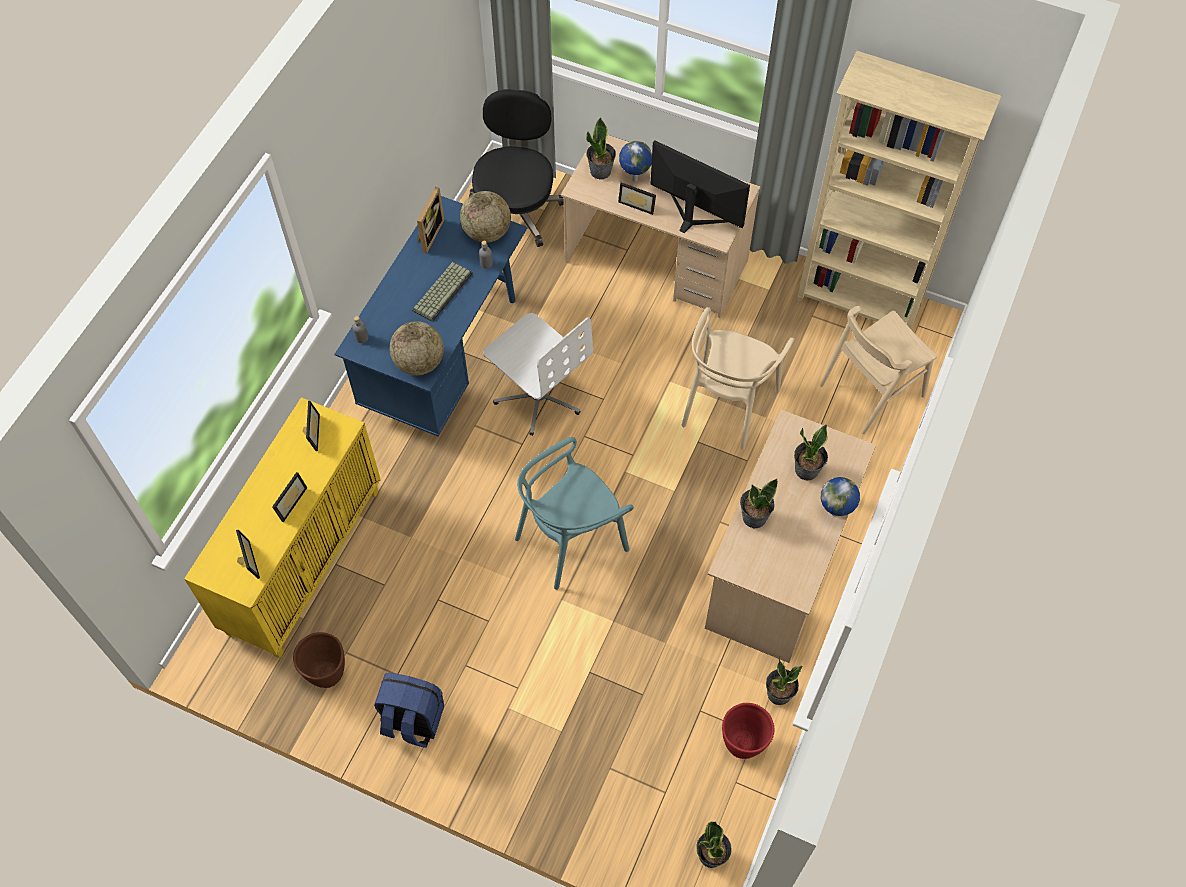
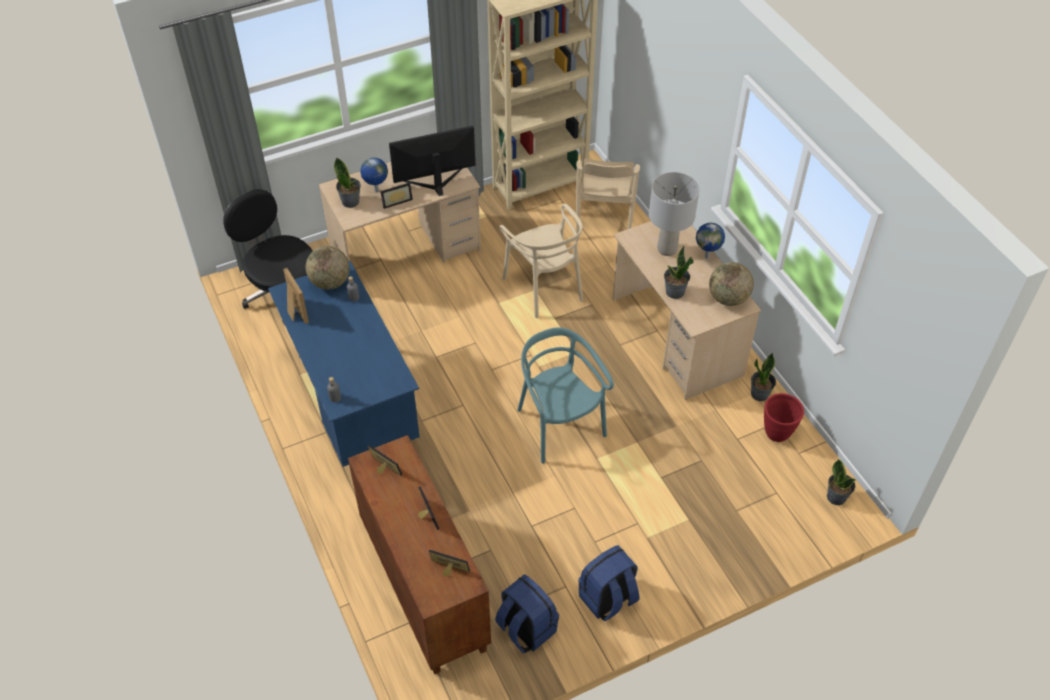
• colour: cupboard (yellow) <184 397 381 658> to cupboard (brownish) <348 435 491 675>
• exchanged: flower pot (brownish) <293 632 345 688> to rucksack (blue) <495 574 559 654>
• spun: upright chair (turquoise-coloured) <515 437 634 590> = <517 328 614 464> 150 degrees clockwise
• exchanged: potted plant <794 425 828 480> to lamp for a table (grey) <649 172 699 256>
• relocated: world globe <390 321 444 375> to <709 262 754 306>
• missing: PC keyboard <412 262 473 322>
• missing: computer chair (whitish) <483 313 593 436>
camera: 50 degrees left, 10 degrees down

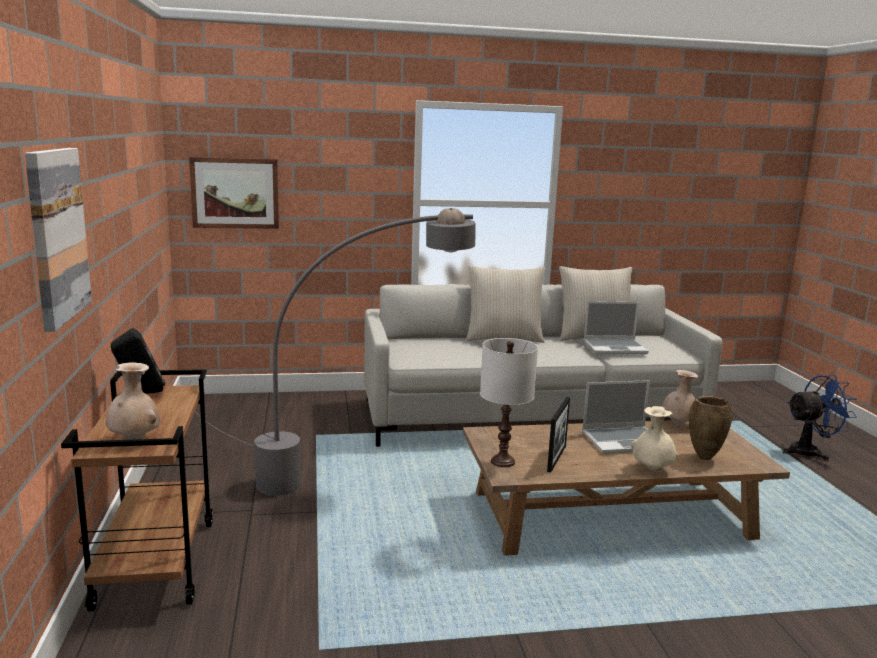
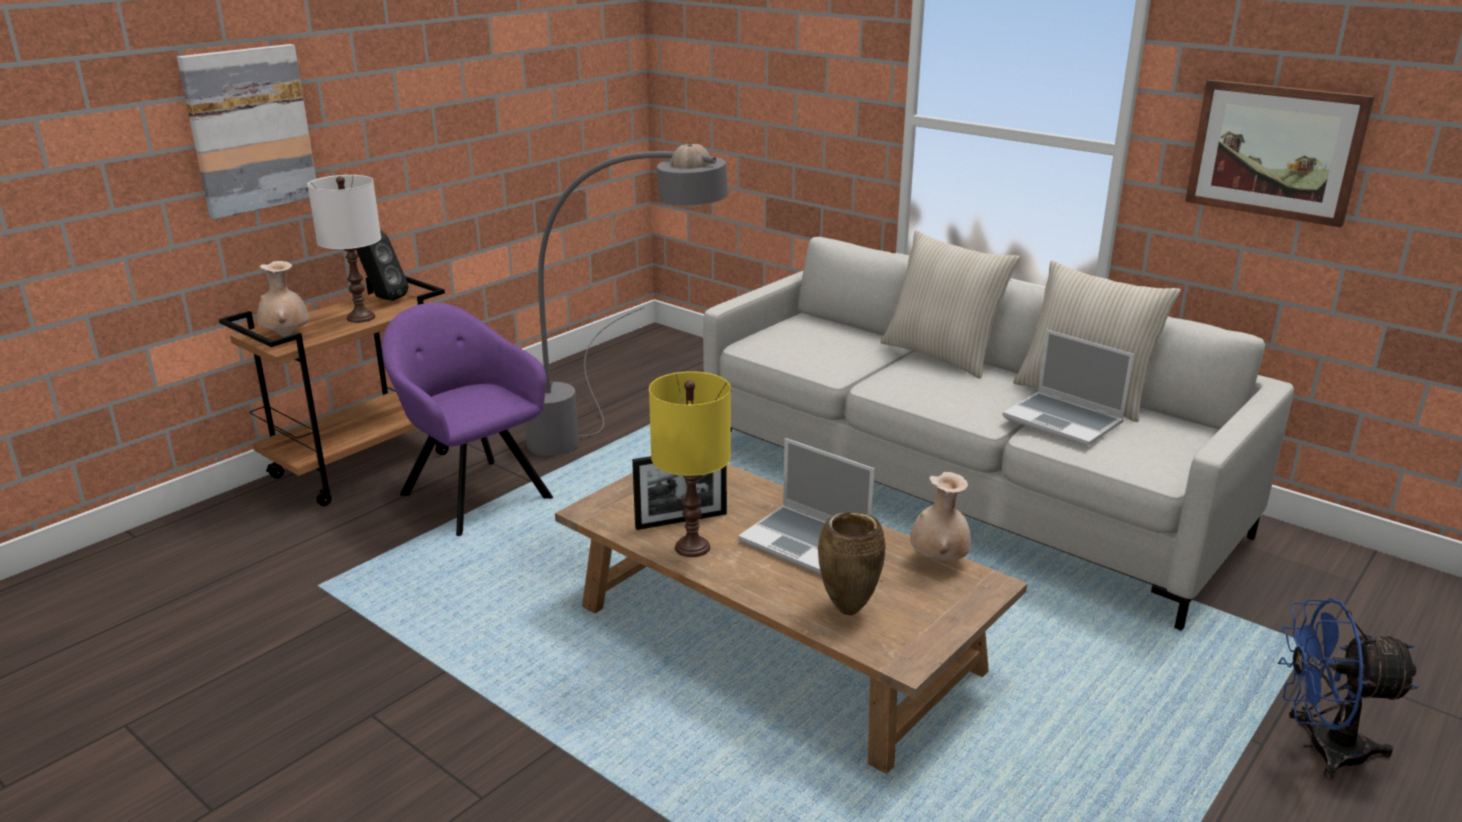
• relocated: lamp for a table (whitish) <480 338 538 467> to <307 175 381 323>
• appeared: easy chair (purple-coloured) <382 303 553 536>
• appeared: lamp for a table (yellow) <649 371 731 557>
• relocated: picture <189 157 279 229> to <1185 79 1374 227>
• spun: fan (blue) <783 375 857 461> = <1277 598 1419 779> 150 degrees clockwise
• missing: vase (beige) <631 406 678 470>
camera: 50 degrees right, 10 degrees up

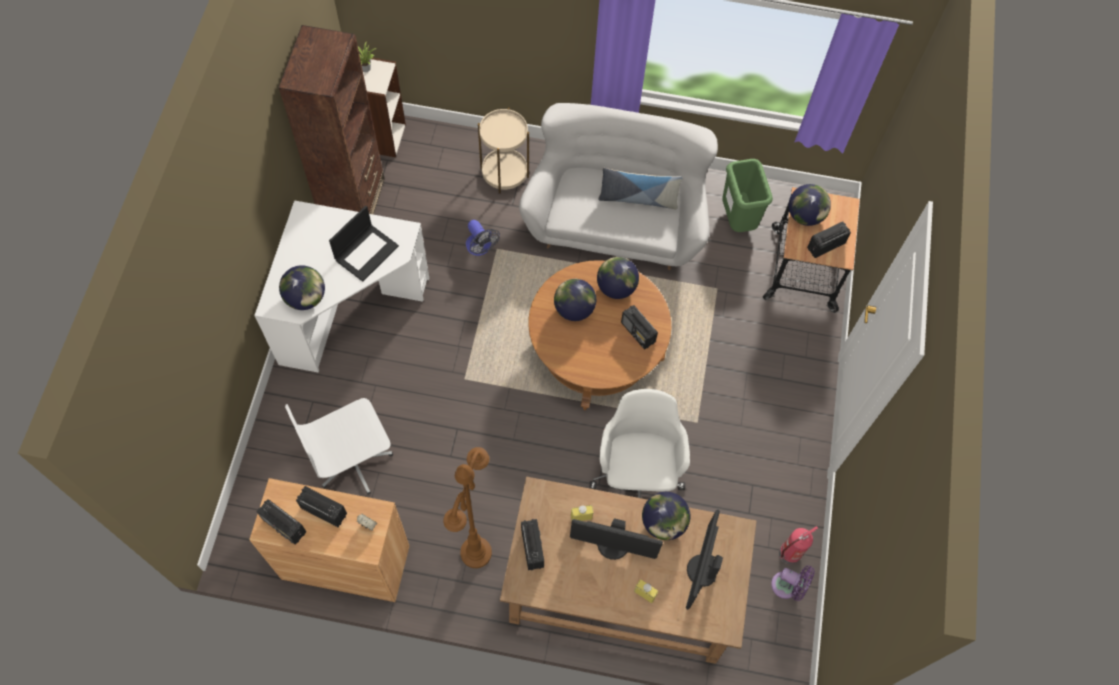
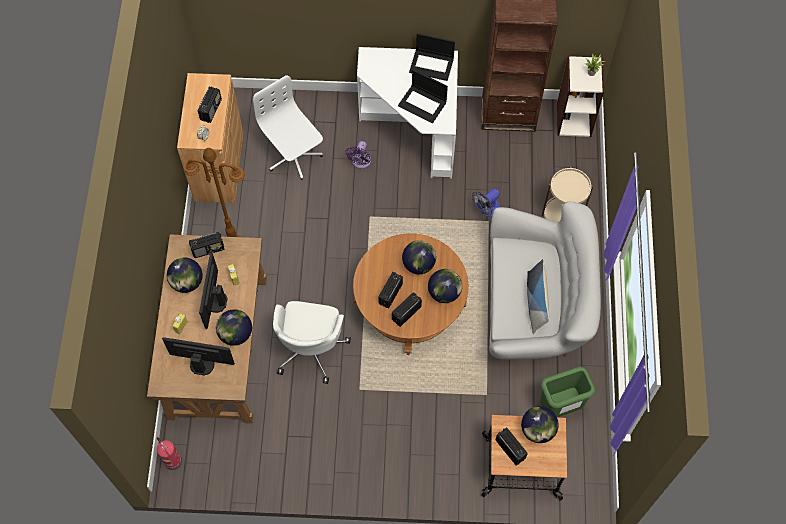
• relocated: fire extinguisher <779 526 818 565> to <157 437 182 470>
• relocated: world globe <279 265 325 310> to <167 258 202 293>
• spun: computer chair (whitish) <589 389 690 498> = <273 301 351 384> 105 degrees clockwise
• relocated: fan (purple-coloured) <771 565 815 601> to <345 141 371 169>
• relocated: radio <256 499 306 545> to <378 272 403 309>
• appeared: portable computer <409 33 455 81>
camera: 85 degrees right, 0 degrees up

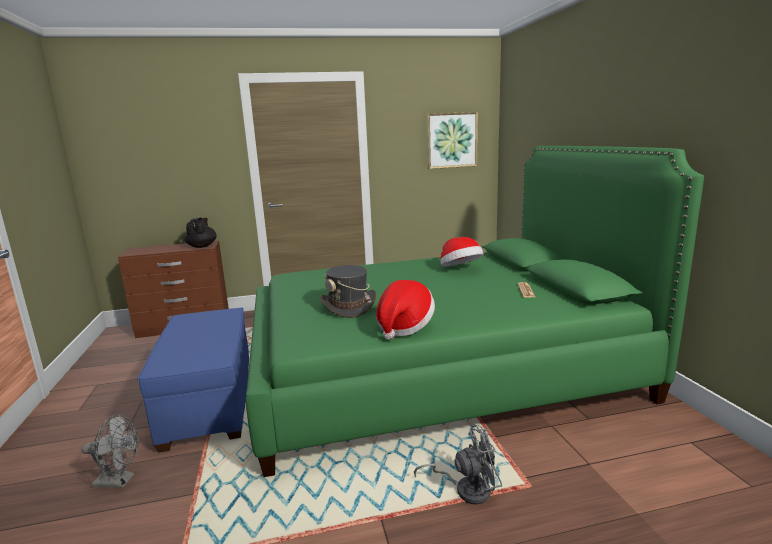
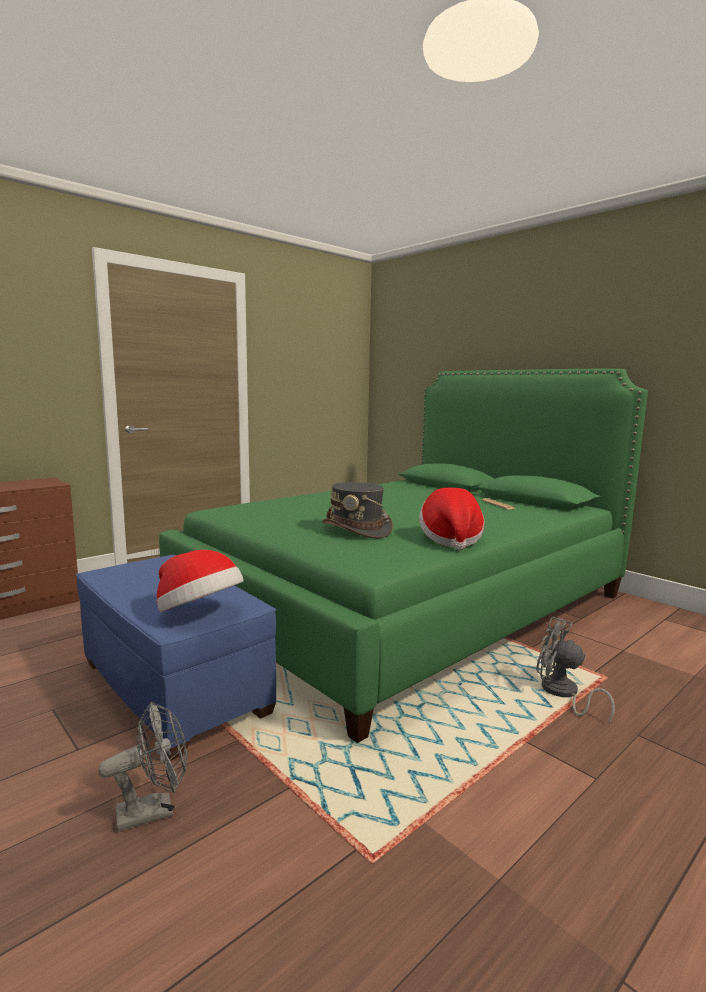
• relocated: wearable hat <440 237 484 267> to <156 550 244 612>
• spun: fan (grey) <414 425 502 504> = <536 617 615 725> 105 degrees counterclockwise
• missing: teapot (blackish) <184 218 217 248>
• missing: picture <427 112 478 169>
camera: 30 degrees left, 5 degrees down

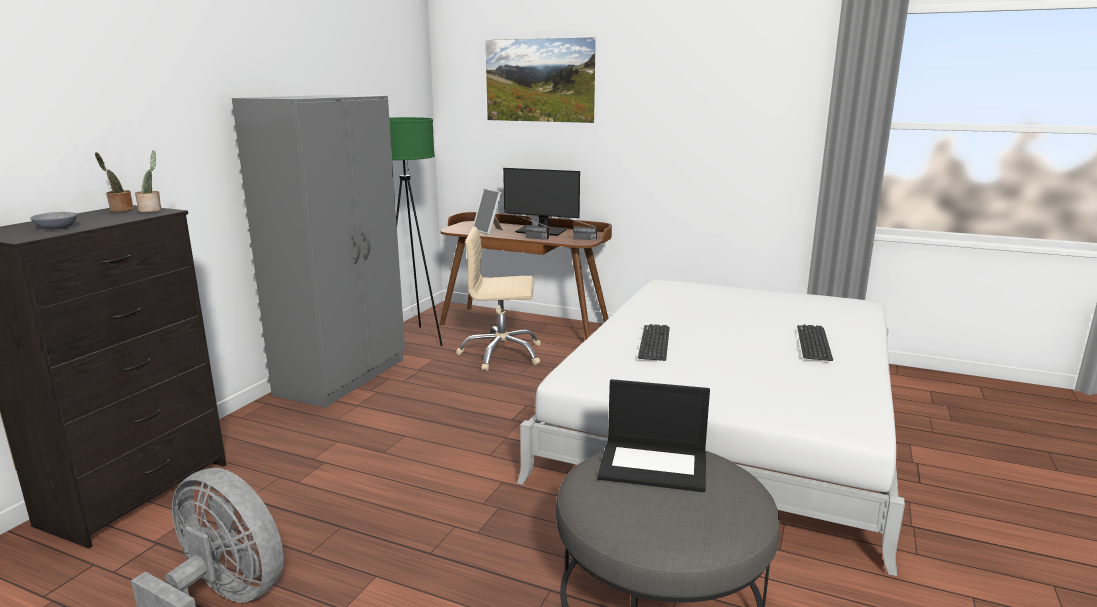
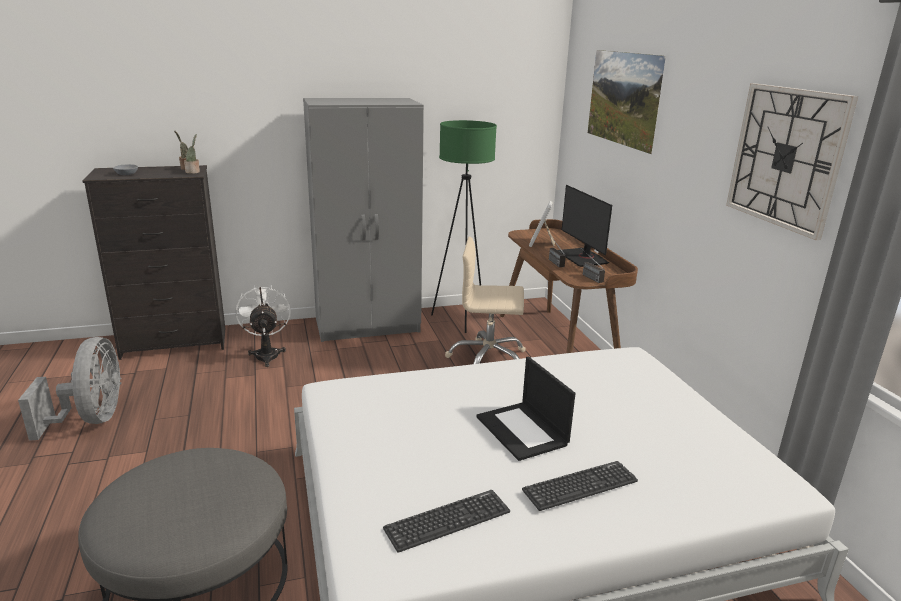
• appeared: fan (whitish) <236 285 291 367>
• relocated: PC keyboard <638 324 670 361> to <383 490 510 553>
• spun: computer chair (beige) <456 227 541 371> = <445 237 526 364> 45 degrees counterclockwise
• relocated: portable computer <597 379 710 492> to <476 356 576 461>
• appeared: wall clock <726 83 858 240>
camera: 50 degrees right, 5 degrees up

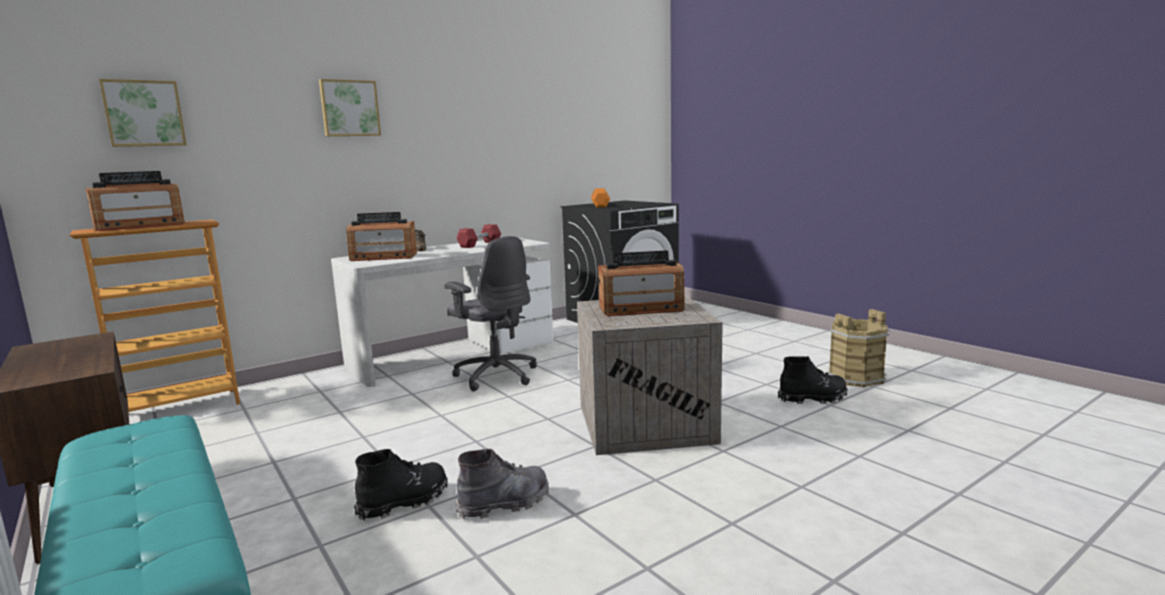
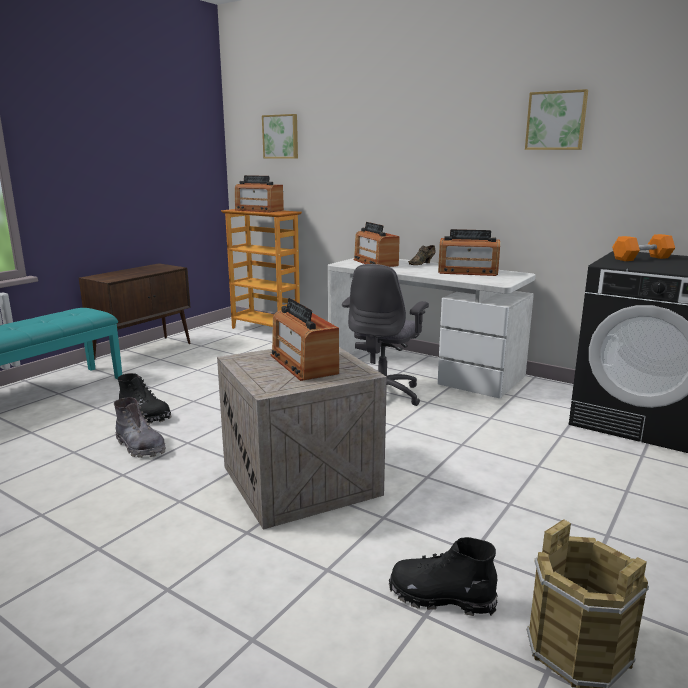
• spun: boot (blackish) <778 356 848 404> = <389 537 498 616> 135 degrees clockwise
• exchanged: dumbbell (reddish) <457 224 501 248> to radio <438 229 500 276>
• relocated: picture <319 79 381 136> to <525 89 588 150>
camera: 70 degrees right, 5 degrees up

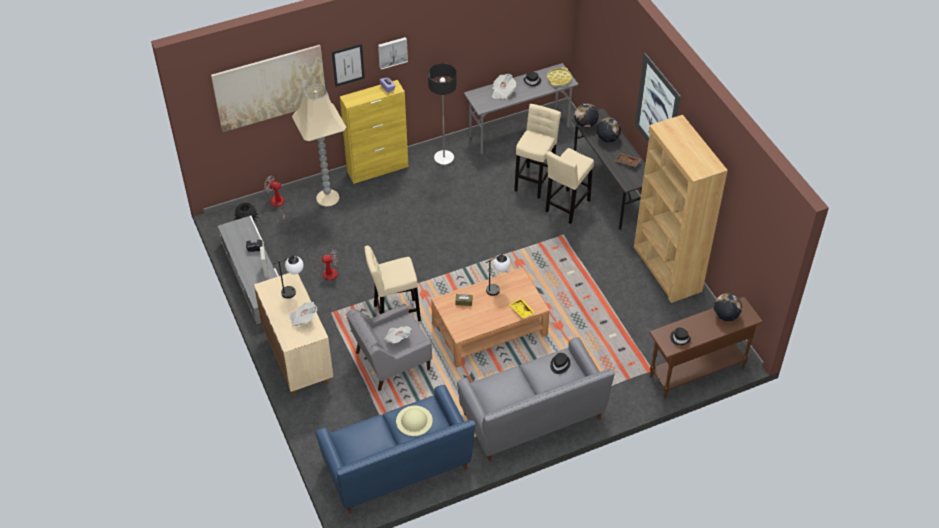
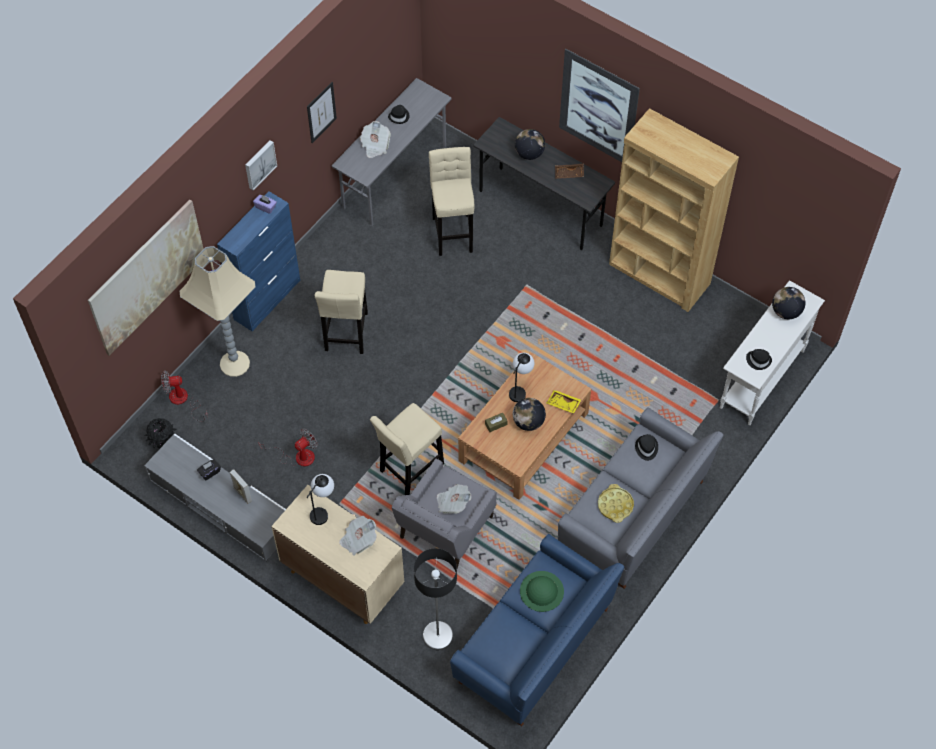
• colour: cupboard (yellow) <340 80 408 184> to cupboard (blue) <217 191 300 331>
• relocated: picture <332 44 365 87> to <307 82 337 143>
• relocated: stool (beige) <545 148 594 224> to <315 270 368 354>
• relocated: standing lamp <428 63 457 166> to <414 548 457 650>
• relocated: world globe <574 104 599 128> to <513 398 546 431>
• colour: wearable hat (beige) <396 406 433 436> to wearable hat (greenish) <520 571 564 612>
• relocated: carrying tray (yellow) <547 67 572 86> to <598 484 634 523>
• colour: narrow table (brownish) <649 297 763 398> to narrow table (whitish) <720 280 825 425>
camera: 30 degrees left, 10 degrees up

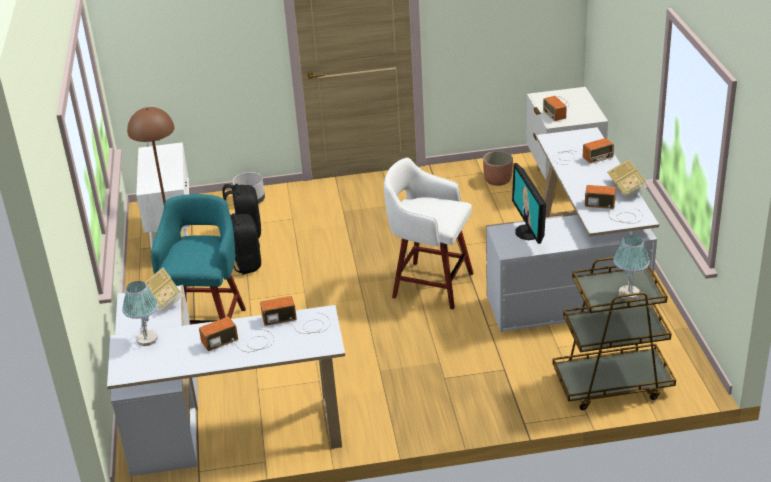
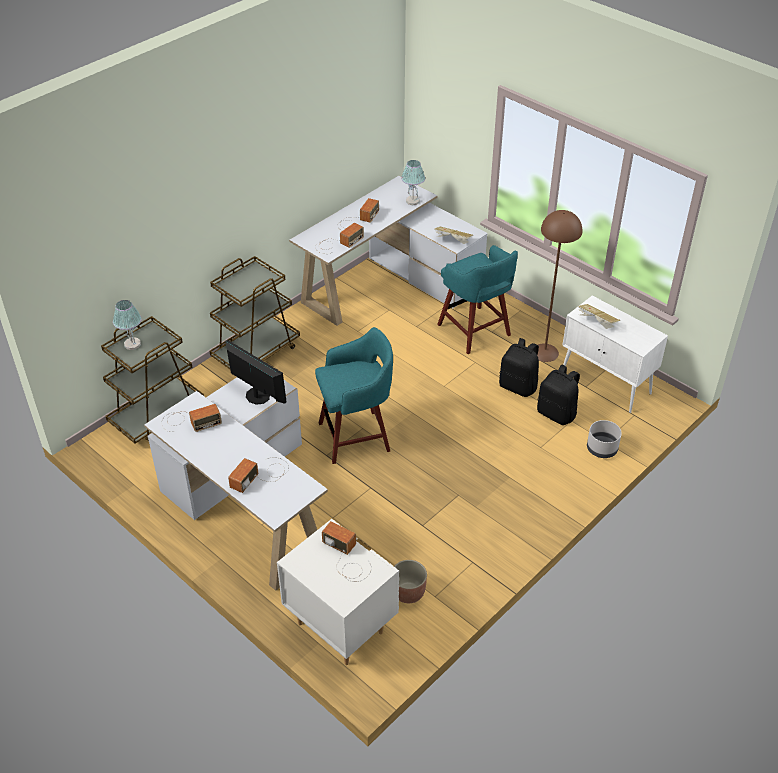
• appeared: wheeled cart (brownish) <209 256 300 369>
• colour: stool (whitish) <384 158 473 309> to stool (turquoise-coloured) <315 327 393 464>
• relocated: book <607 159 647 199> to <578 304 621 329>
camera: 140 degrees right, 10 degrees up

